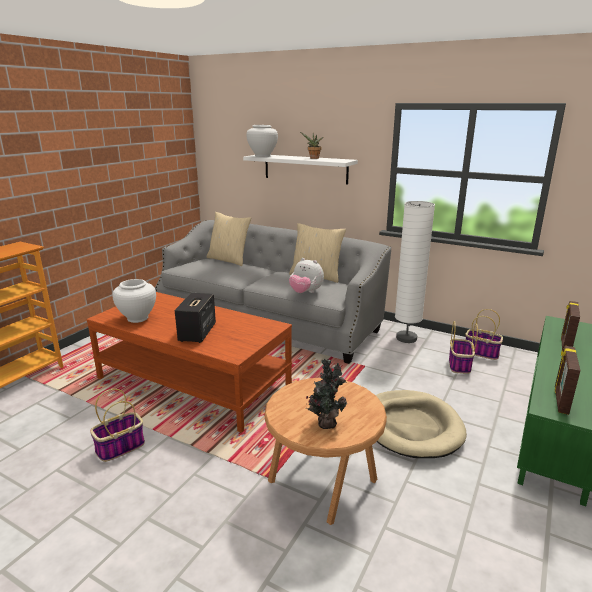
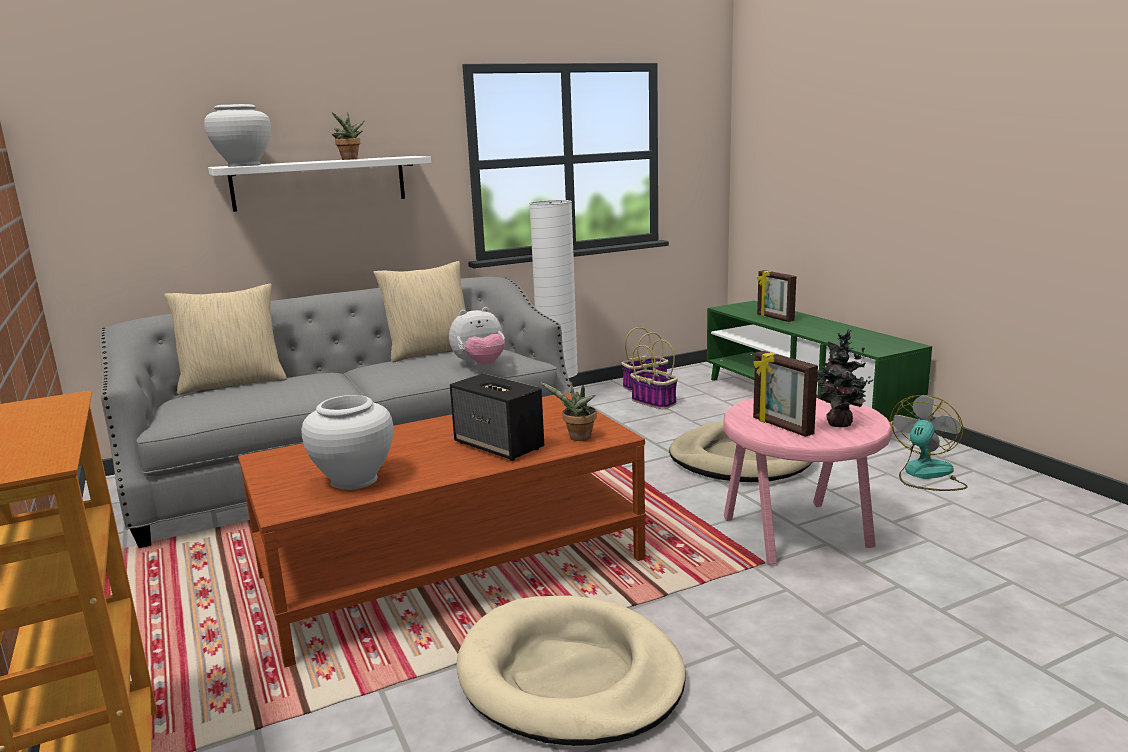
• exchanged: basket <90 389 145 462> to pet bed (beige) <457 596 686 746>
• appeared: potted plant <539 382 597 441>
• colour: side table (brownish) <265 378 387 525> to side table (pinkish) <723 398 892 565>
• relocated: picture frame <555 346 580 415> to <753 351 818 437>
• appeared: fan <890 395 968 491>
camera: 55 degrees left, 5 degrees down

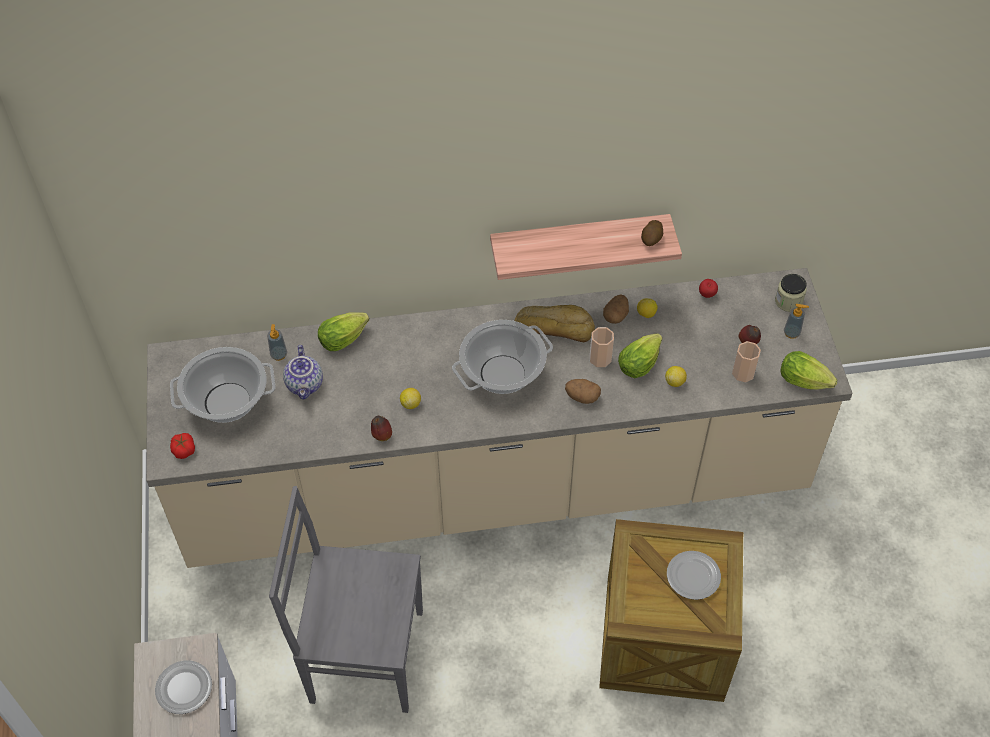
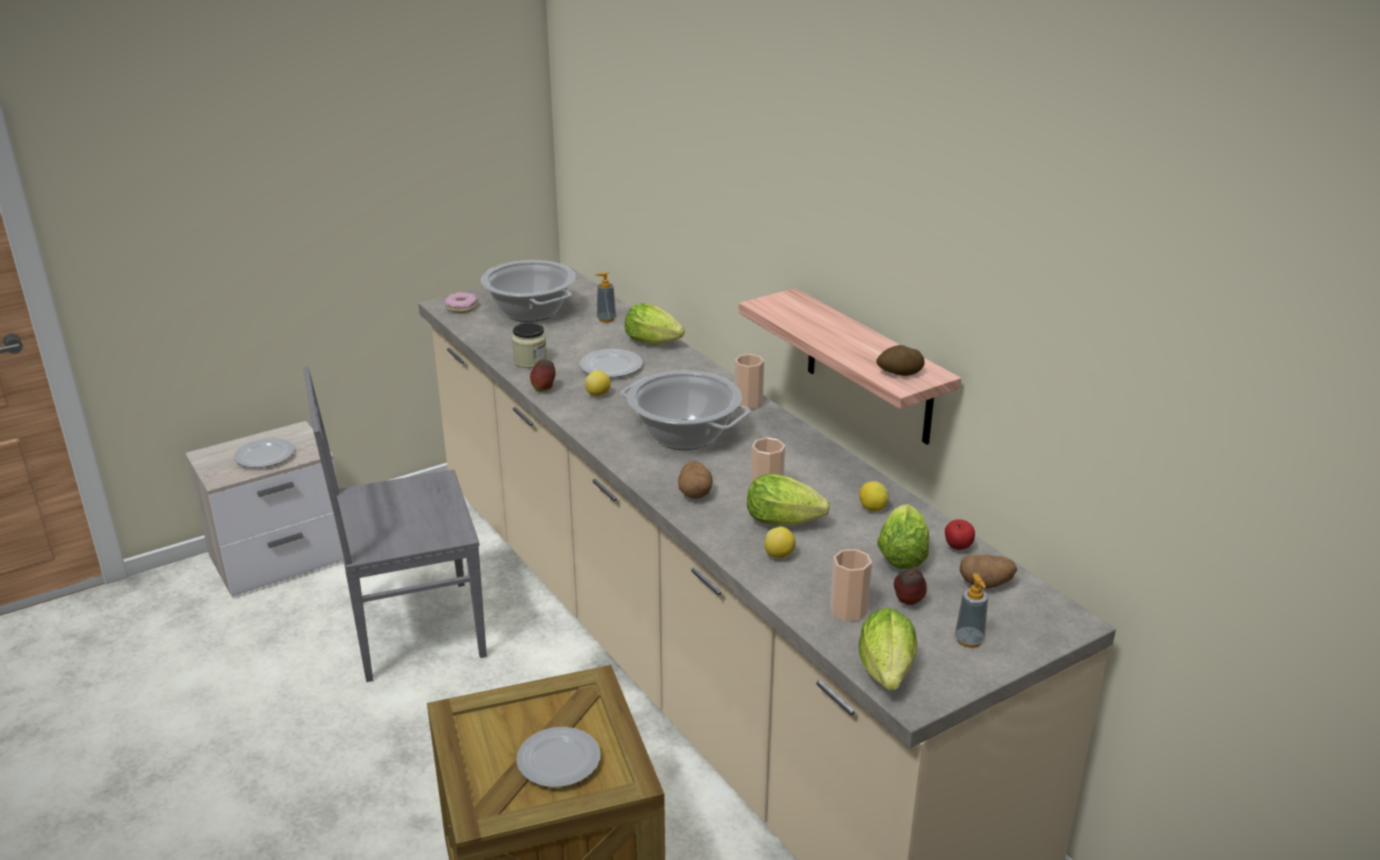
• spun: upright chair (grey) <269 486 423 713> = <303 367 487 682> 90 degrees counterclockwise
• exchanged: fresh tomato <170 433 195 459> to ring doughnut <445 292 478 313>
• relocated: preserve jar <775 274 807 312> to <512 323 547 368>
• appeared: dinner plate <580 349 643 378>
• appeared: cup <734 354 764 409>
• appeared: lettuce head <877 504 929 569>
• relocated: potato <603 294 629 324> to <960 555 1017 589>
• missing: teapot <283 345 323 399>
• missing: bread <515 305 595 342>
camera: 65 degrees right, 25 degrees down

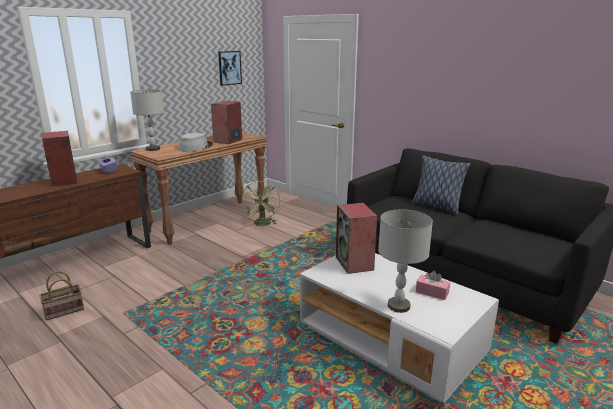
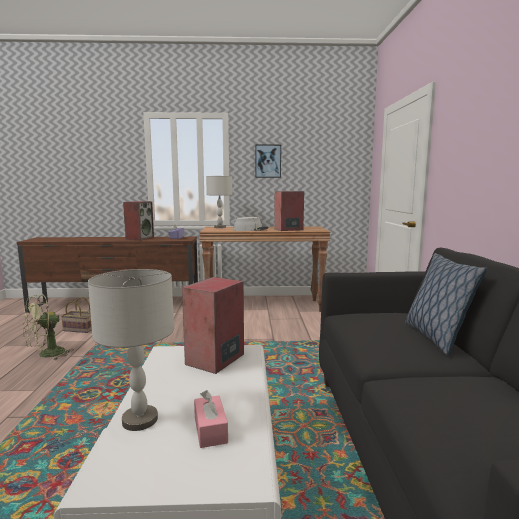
• relocated: fan (greenish) <242 181 280 226> to <23 294 74 360>
• relocated: picture <218 51 242 86> to <255 145 281 178>
camera: 45 degrees right, 10 degrees down

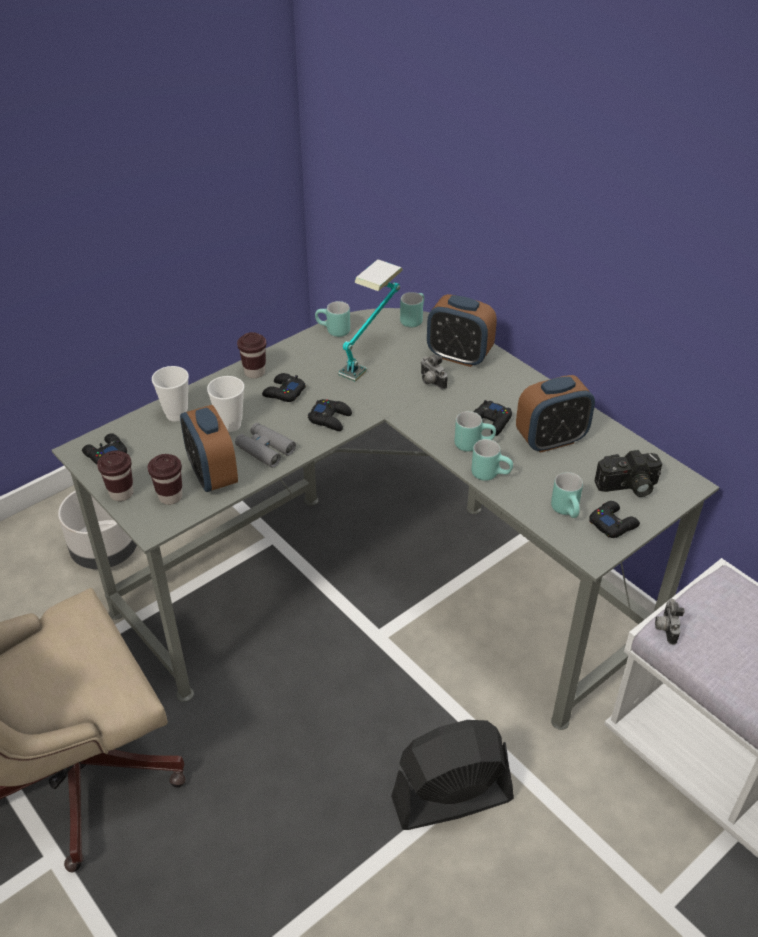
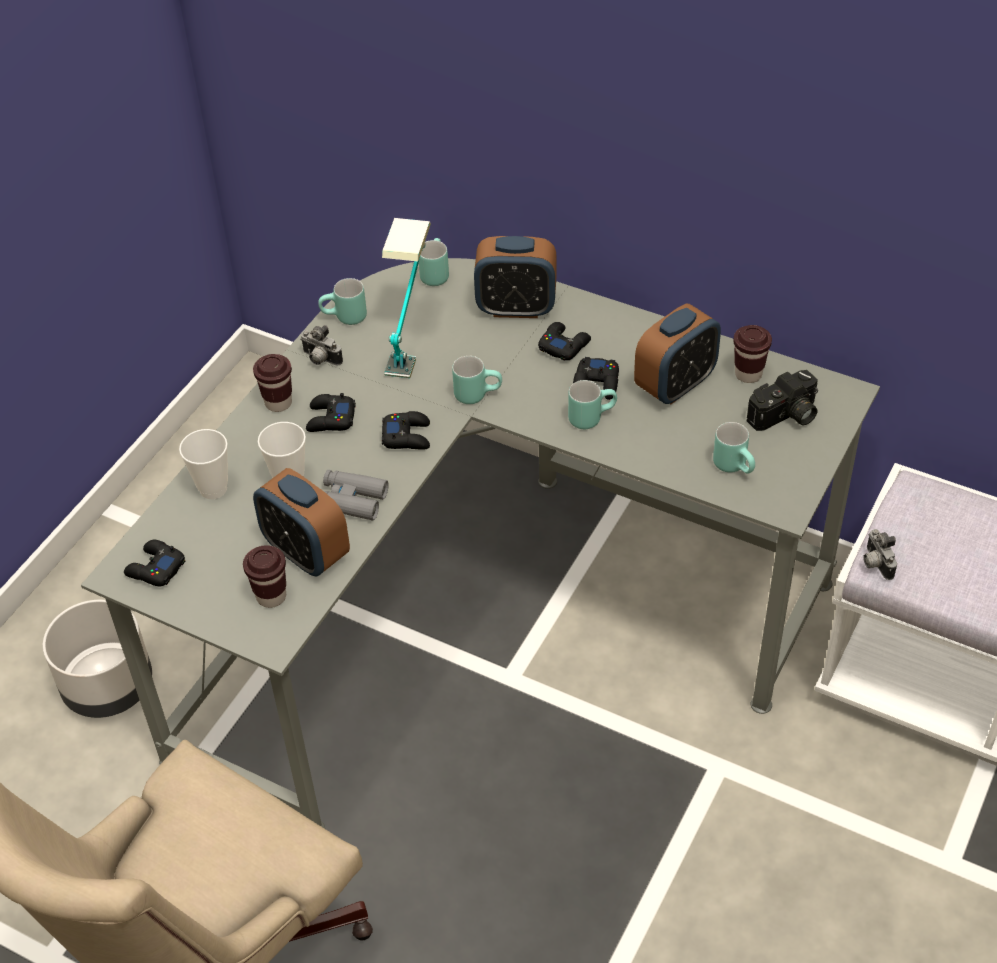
• relocated: still camera <421 354 448 389> to <300 325 343 365>
• relocated: coffee mug (turquoise-coloured) <471 439 513 481> to <452 356 502 404>
• relocated: game controller (blackish) <589 501 640 538> to <538 322 591 361>
• relocated: cup (brownish) <97 451 133 501> to <733 325 772 383>
• missing: fan (blackish) <391 720 514 830>
camera: 20 degrees left, 5 degrees up

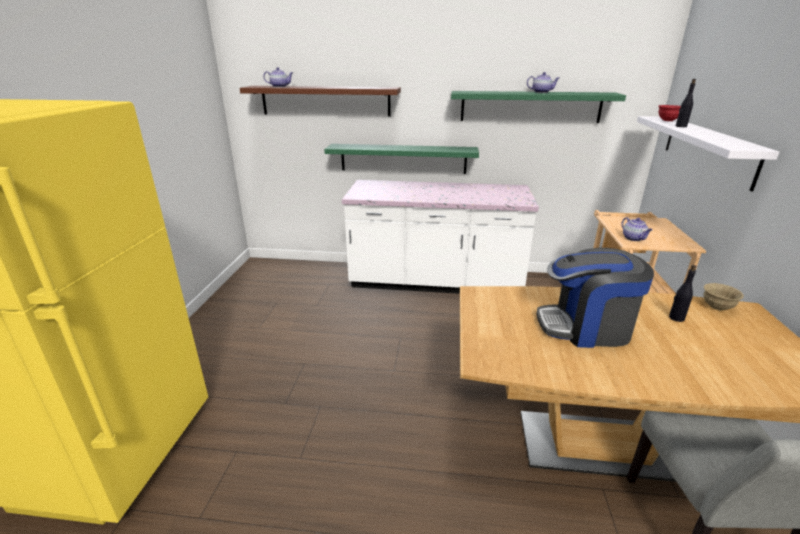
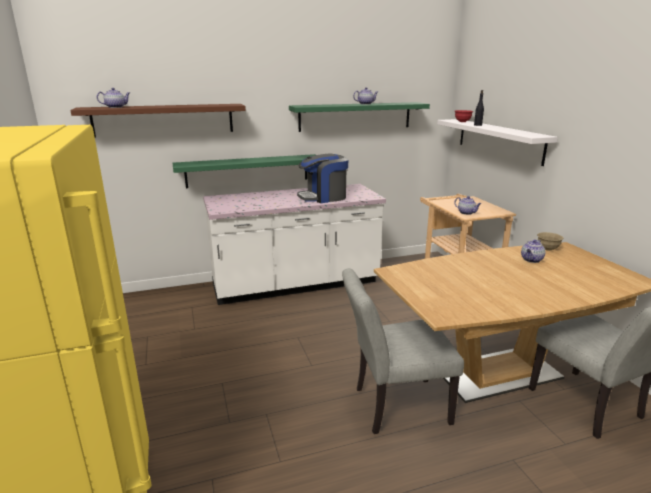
• relocated: coffee maker <536 248 654 348> to <297 153 348 203>
• appeared: upright chair (grey) <342 268 464 434>
• exchanged: drink bottle (blackish) <669 265 697 322> to teapot <521 240 546 263>
camera: 25 degrees left, 5 degrees down

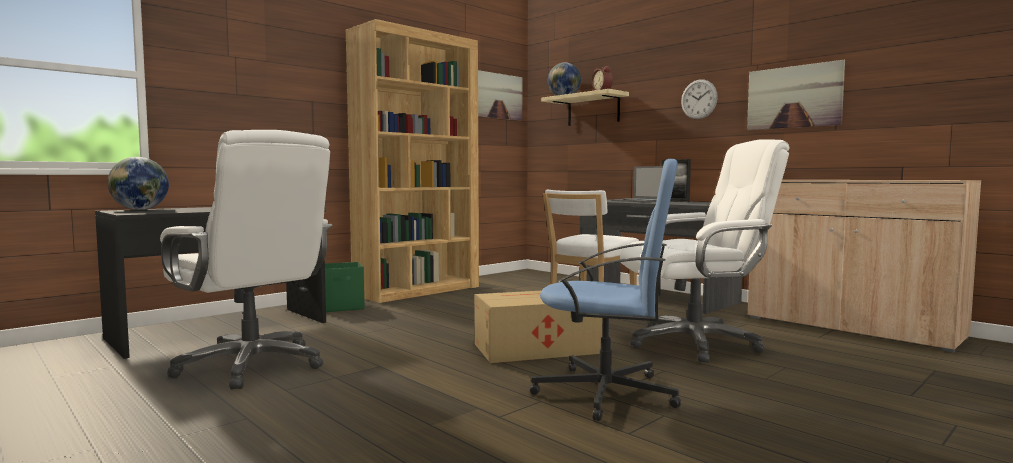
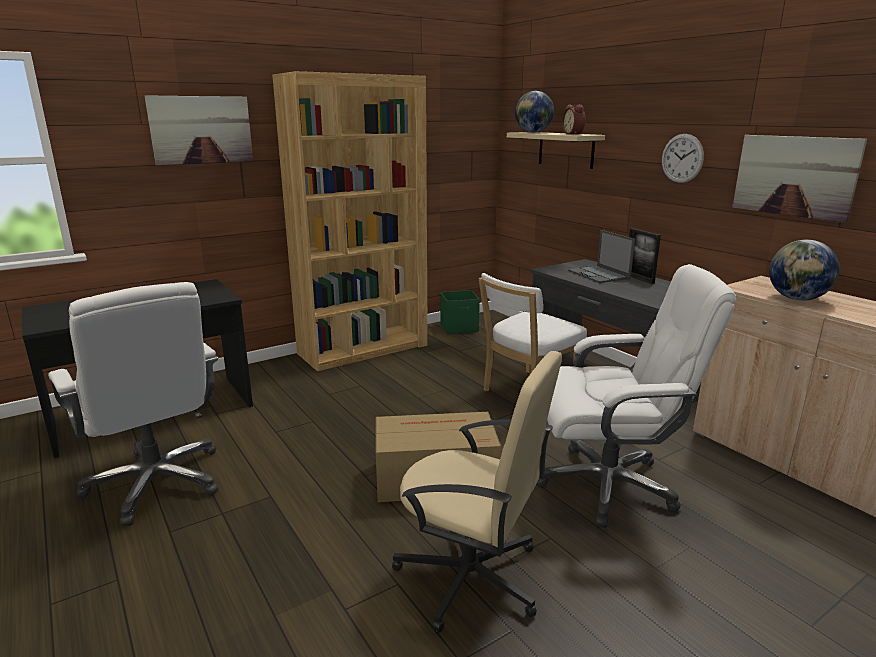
• relocated: picture <478 70 522 120> to <145 95 253 165>
• colour: computer chair (blue) <530 159 681 421> to computer chair (beige) <392 351 562 633>
• relocated: storage box (greenish) <325 262 364 312> to <440 290 480 334>
• relocated: world globe <108 157 169 210> to <769 240 840 301>
camera: 10 degrees right, 15 degrees up

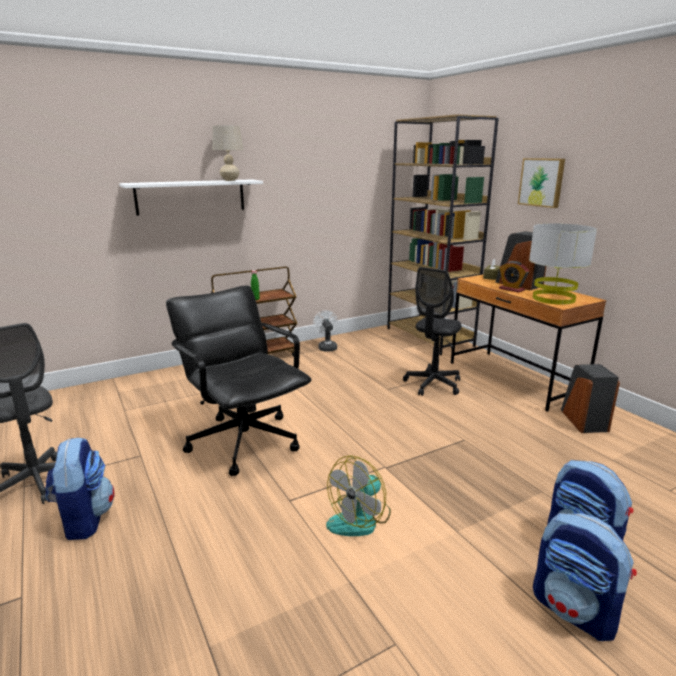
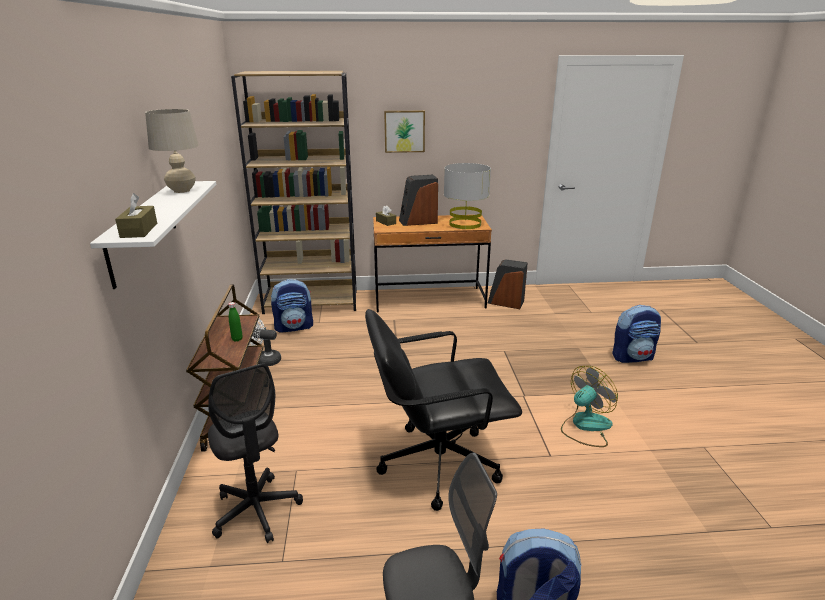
• appeared: box of tissues (brownish) <115 193 157 238>
• relocated: computer chair (blackish) <403 267 462 396> to <208 363 303 543>
• relocated: rucksack <533 513 637 641> to <271 279 313 333>
• spun: fan <326 455 391 536> = <561 366 618 447> 105 degrees counterclockwise
• missing: bedside clock <499 261 529 293>
camera: 65 degrees left, 5 degrees up

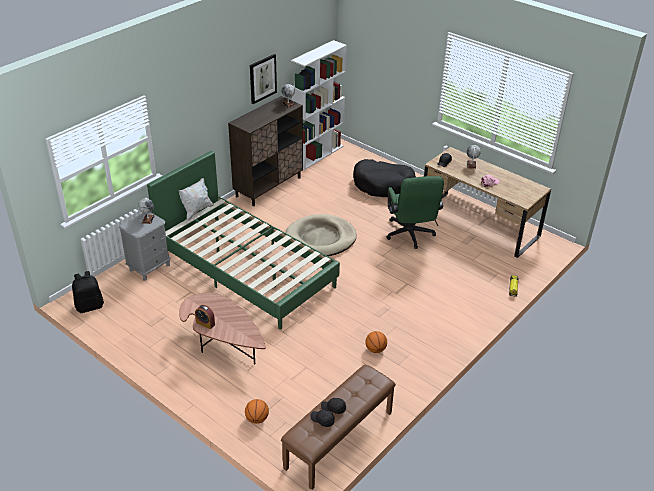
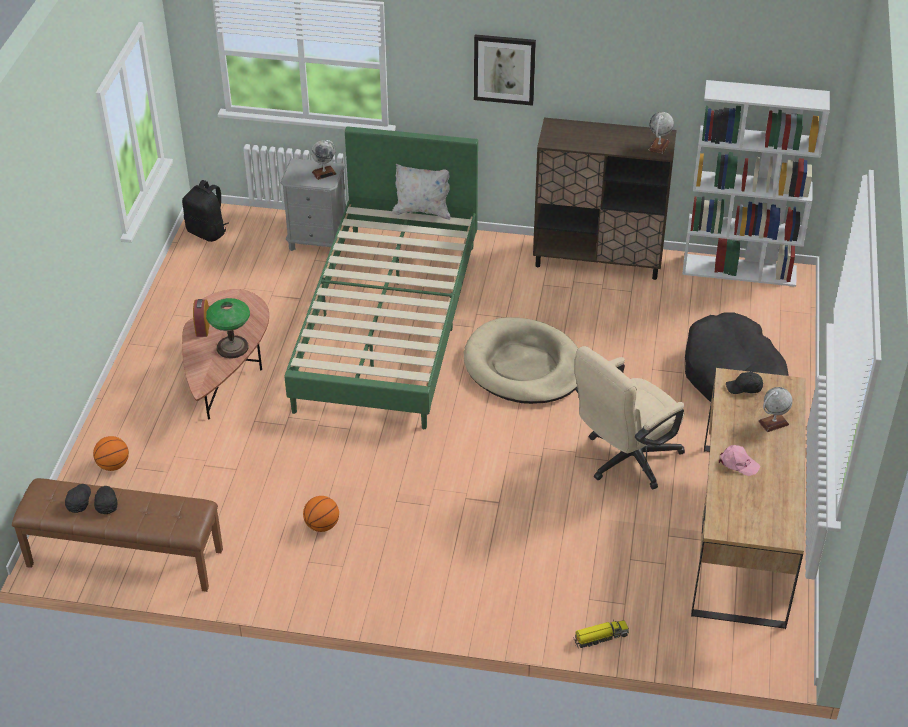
• appeared: lamp for a table <206 298 250 358>
• relocated: picture <250 54 277 104> to <474 34 536 106>
• colour: computer chair (greenish) <386 176 444 249> to computer chair (beige) <574 346 685 490>
camera: 60 degrees right, 5 degrees up

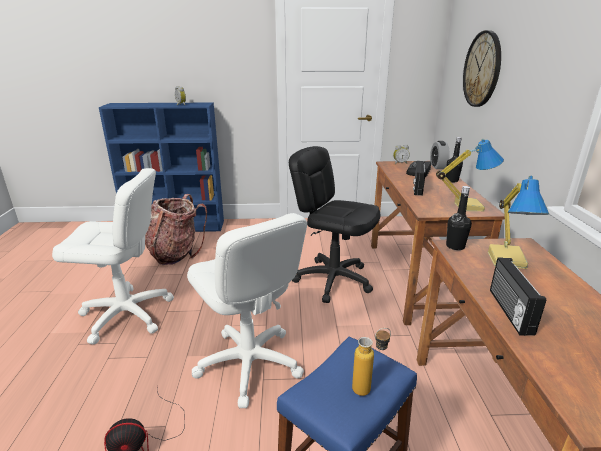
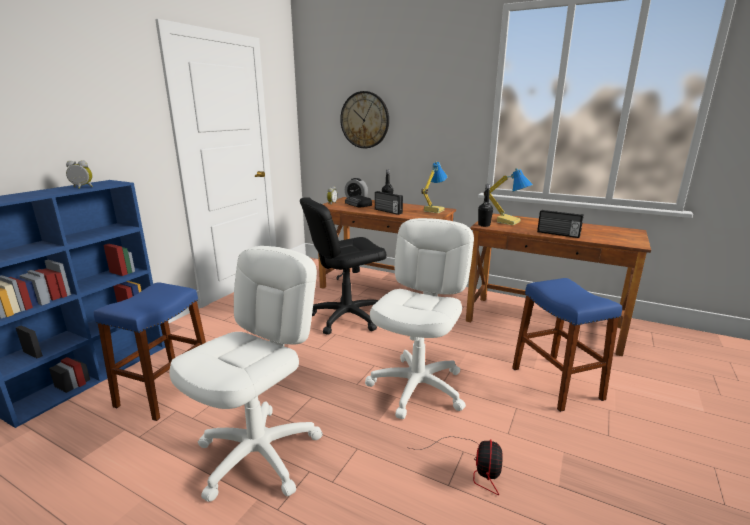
• exchanged: rucksack <145 194 207 265> to stool (blue) <94 283 206 421>
• spun: computer chair (whitish) <187 213 307 408> = <365 218 474 419> 60 degrees counterclockwise
• missing: drink bottle <352 328 391 396>
camera: 60 degrees left, 5 degrees down

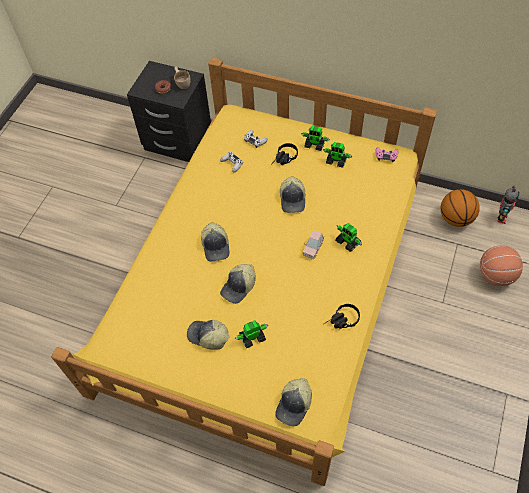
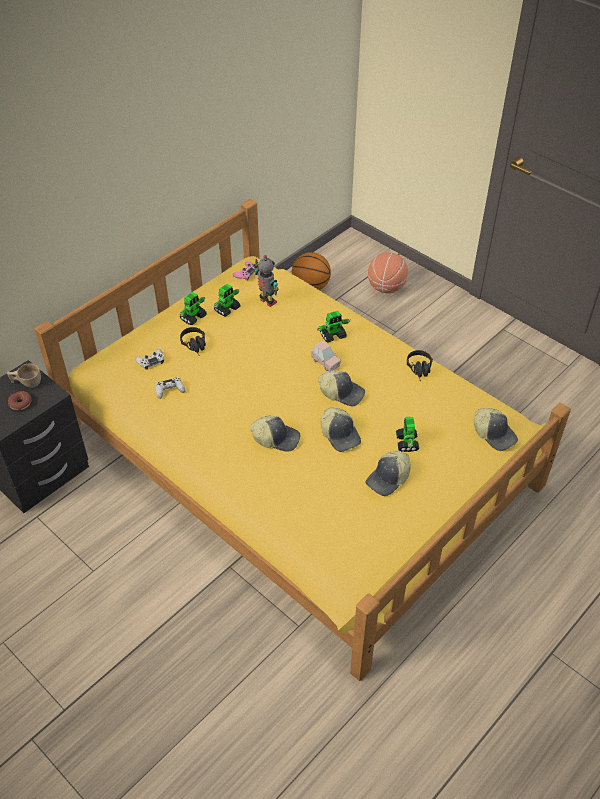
• relocated: model robot <497 186 520 224> to <254 255 278 307>
• relocated: cap <280 176 306 213> to <318 370 365 406>
camera: 70 degrees left, 10 degrees down

